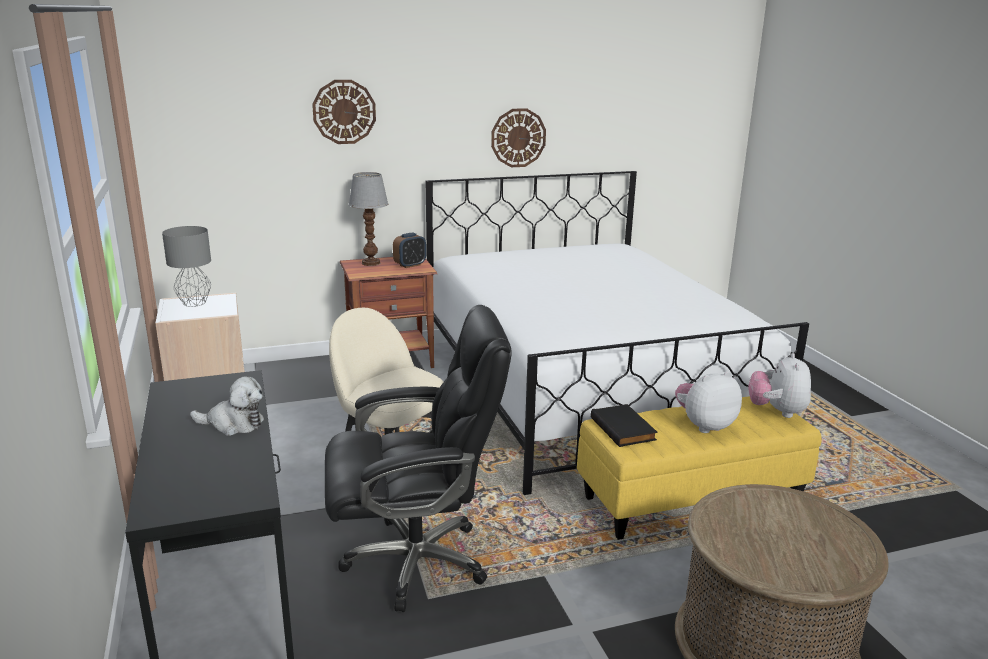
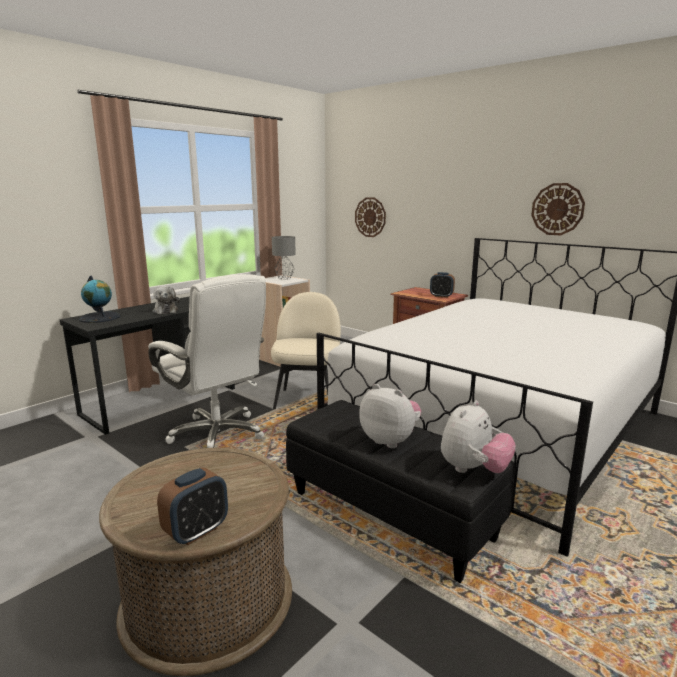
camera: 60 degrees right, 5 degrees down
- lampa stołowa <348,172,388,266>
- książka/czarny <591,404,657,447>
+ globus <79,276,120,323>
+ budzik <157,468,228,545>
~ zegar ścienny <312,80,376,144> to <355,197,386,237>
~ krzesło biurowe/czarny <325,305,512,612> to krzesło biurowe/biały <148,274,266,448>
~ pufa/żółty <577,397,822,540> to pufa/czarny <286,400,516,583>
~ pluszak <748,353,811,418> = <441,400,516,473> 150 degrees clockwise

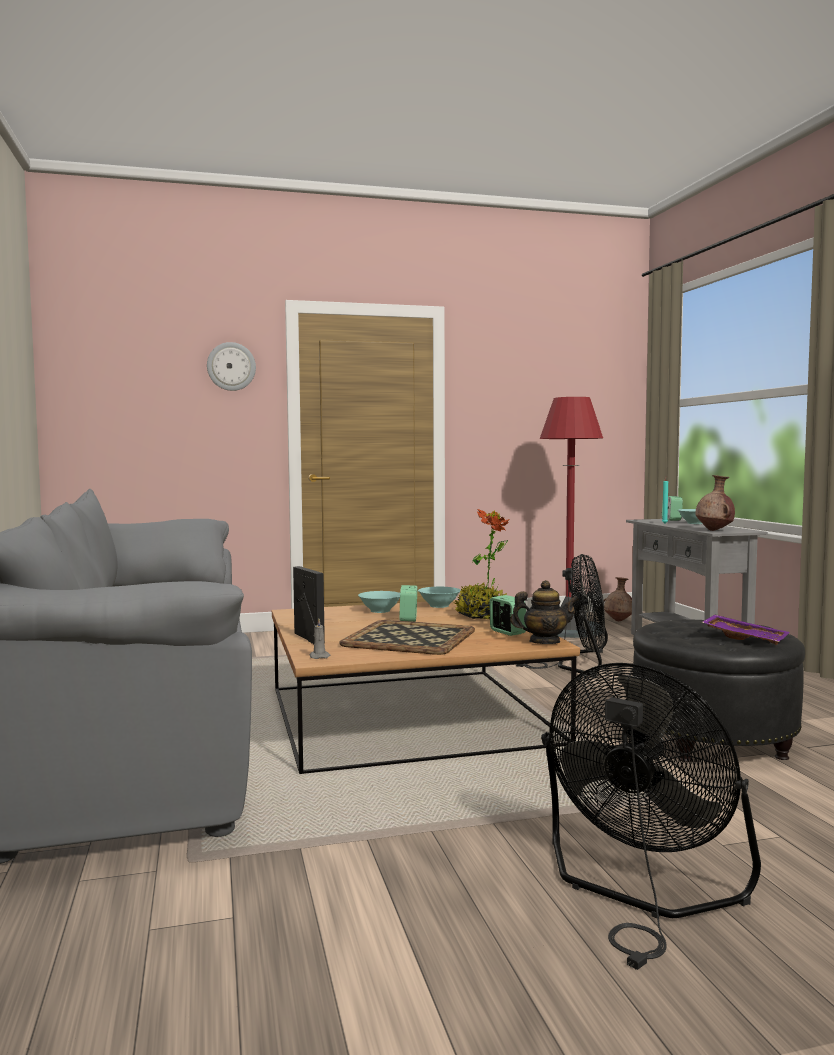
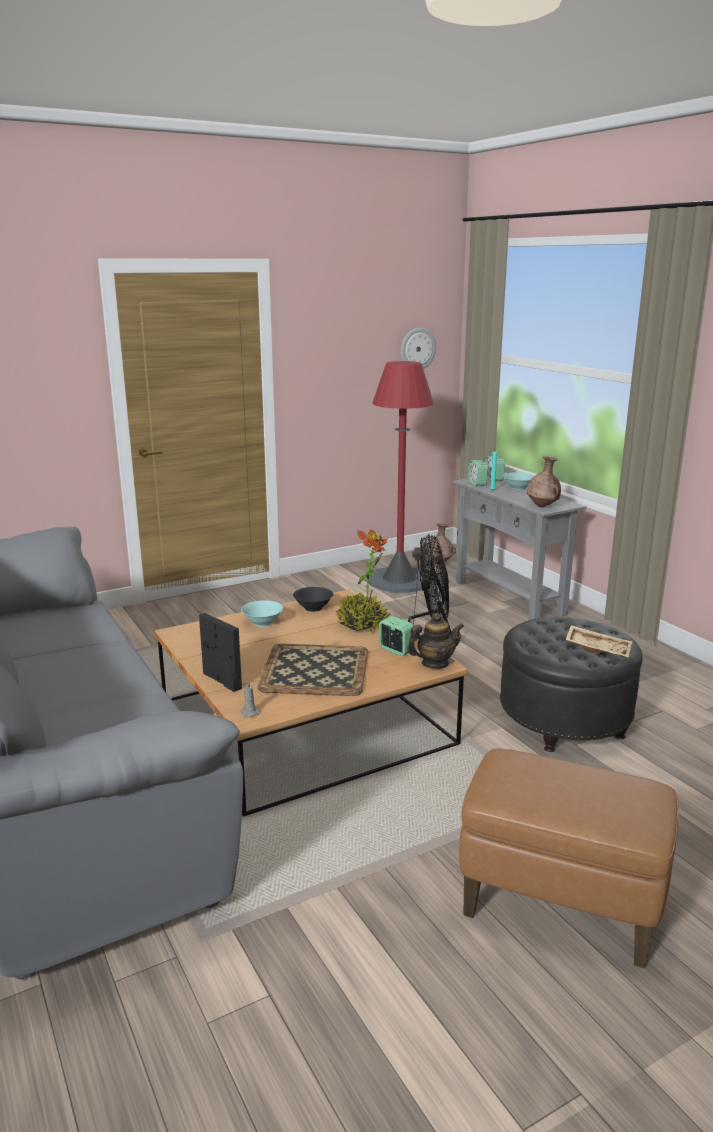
camera: 15 degrees left, 15 degrees up
~ zegar ścienny <207,342,256,391> to <401,327,436,369>
~ budzik <399,585,418,622> to <468,460,488,486>
~ wentylator/czarny <541,663,761,970> to pufa/brązowy <459,749,678,968>
~ miska/turkusowy <418,587,460,608> to miska/czarny <293,587,333,612>
~ taca/fioletowy <702,615,790,645> to taca/beżowy <565,625,632,658>

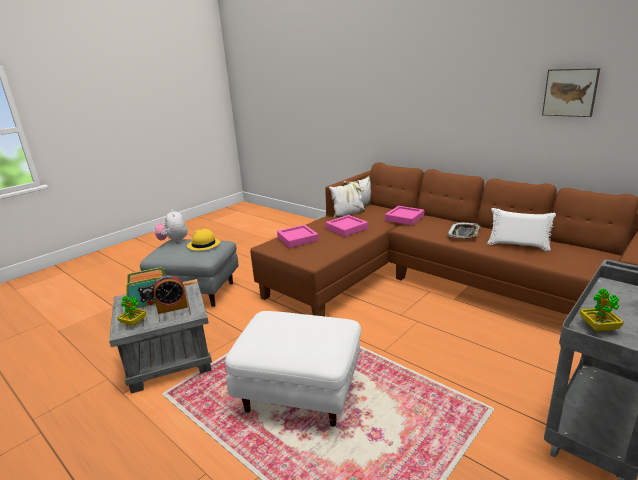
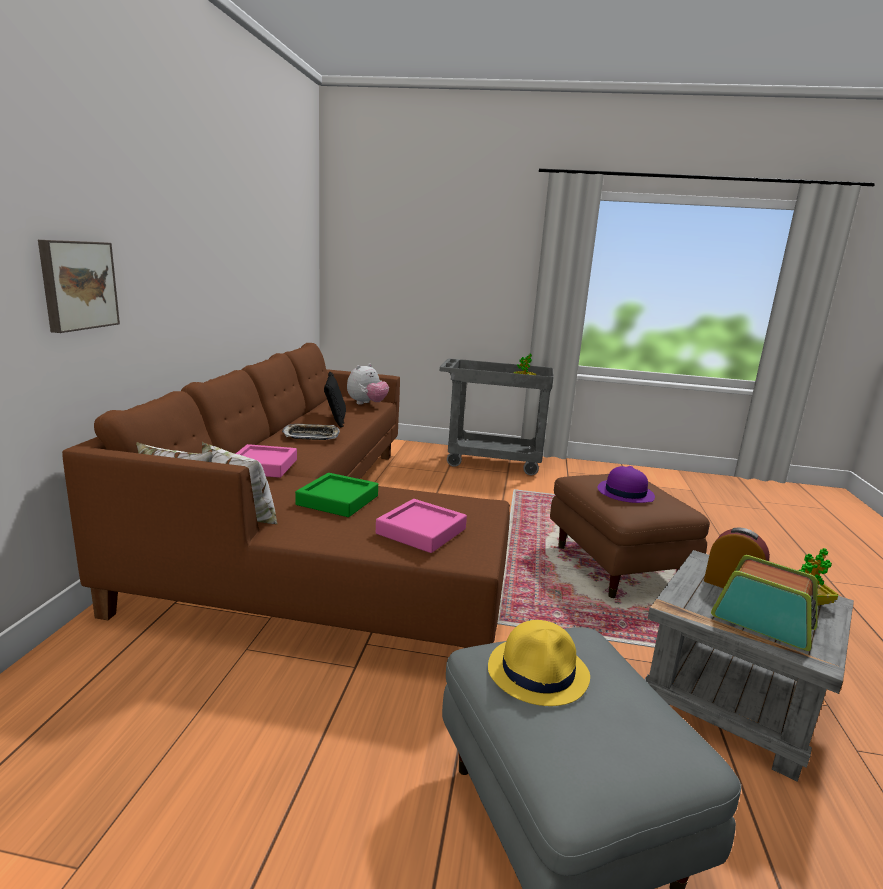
camera: 125 degrees left, 5 degrees down
+ kapelusz/fioletowy <597,466,655,503>
~ pluszak <155,209,188,242> to <347,364,389,405>
~ obraz <542,68,600,117> to <38,240,120,333>
~ pufa/biały <225,311,361,427> to pufa/brązowy <550,474,710,598>
~ taca/różowy <326,215,368,237> to taca/zielony <295,473,378,517>
~ poduszka/biały <487,208,556,251> to poduszka/czarny <324,372,346,428>

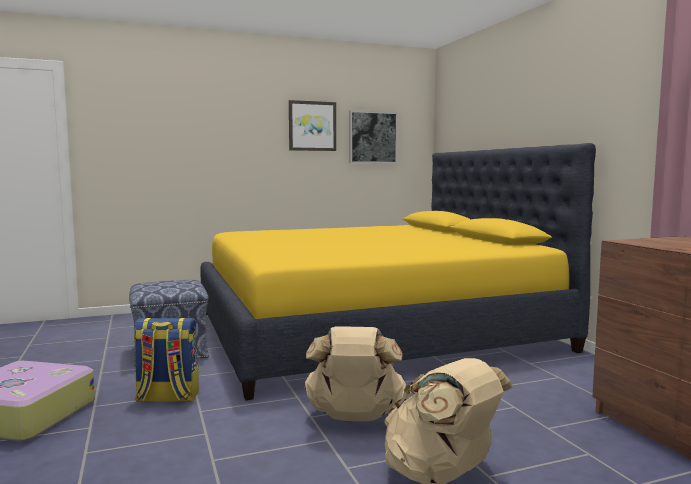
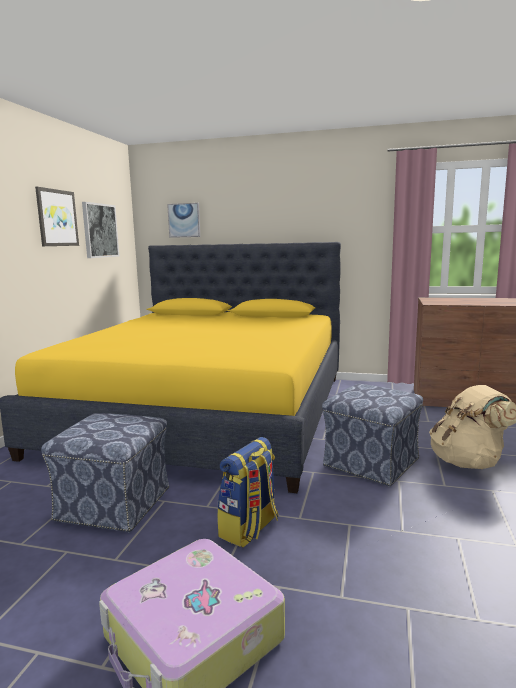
camera: 55 degrees left, 5 degrees up
+ obraz <167,203,200,238>
~ plecak/beżowy <304,326,406,421> to pufa <322,384,423,487>

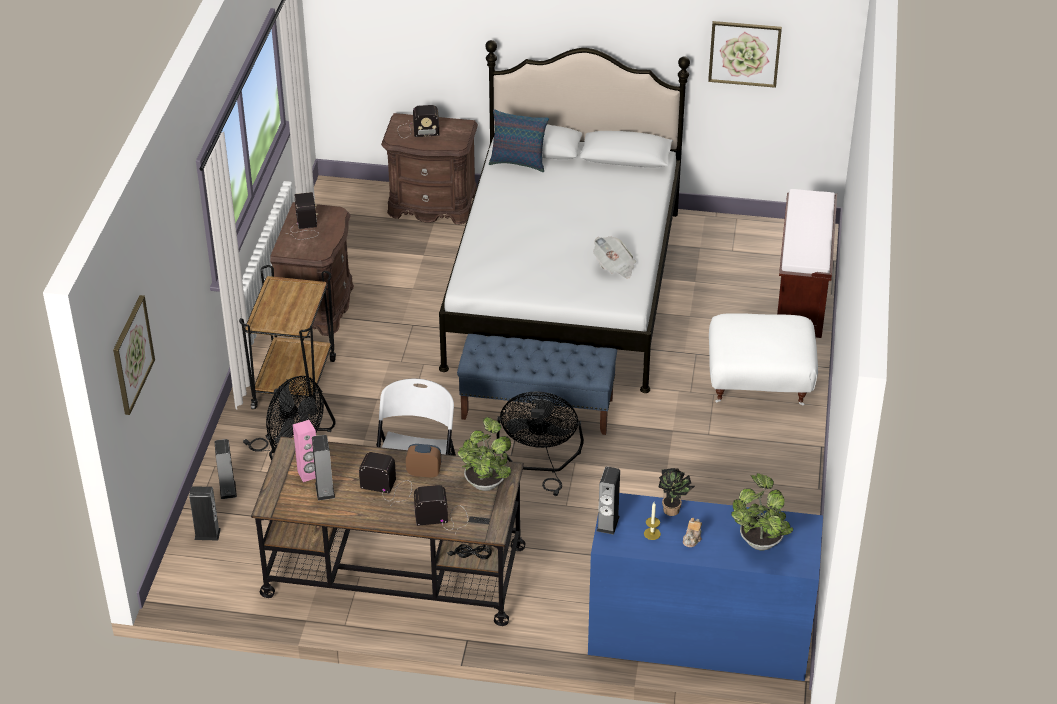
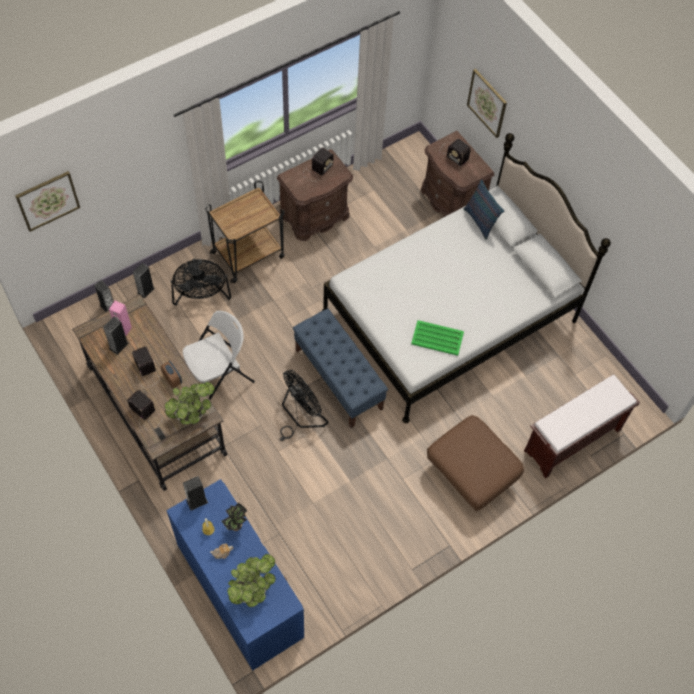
camera: 45 degrees right, 20 degrees up
~ obraz <708,21,782,88> to <467,69,507,138>
~ gazeta <593,236,636,279> to taca/zielony <411,320,464,356>
~ pufa/biały <709,313,818,405> to pufa/brązowy <427,415,524,511>

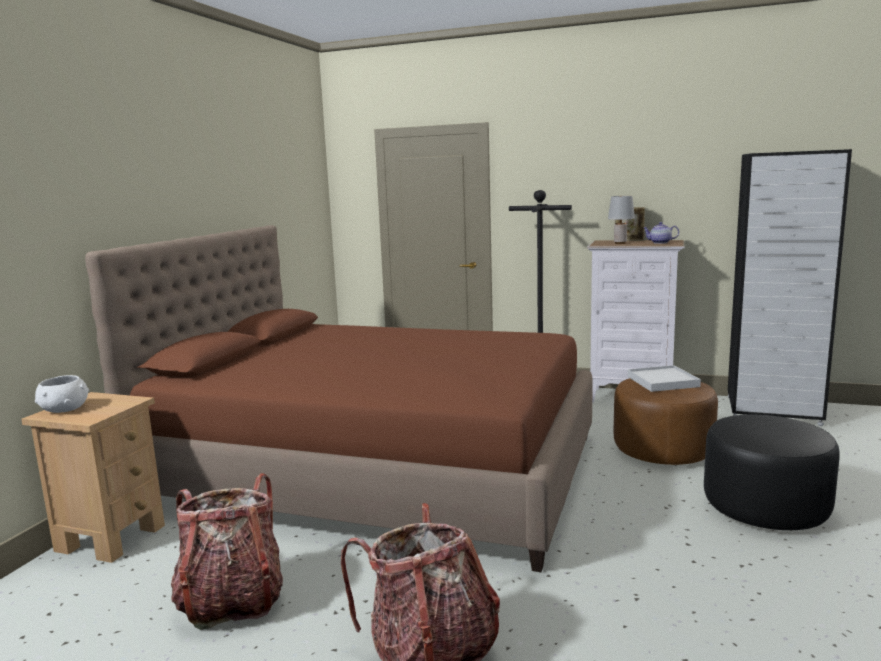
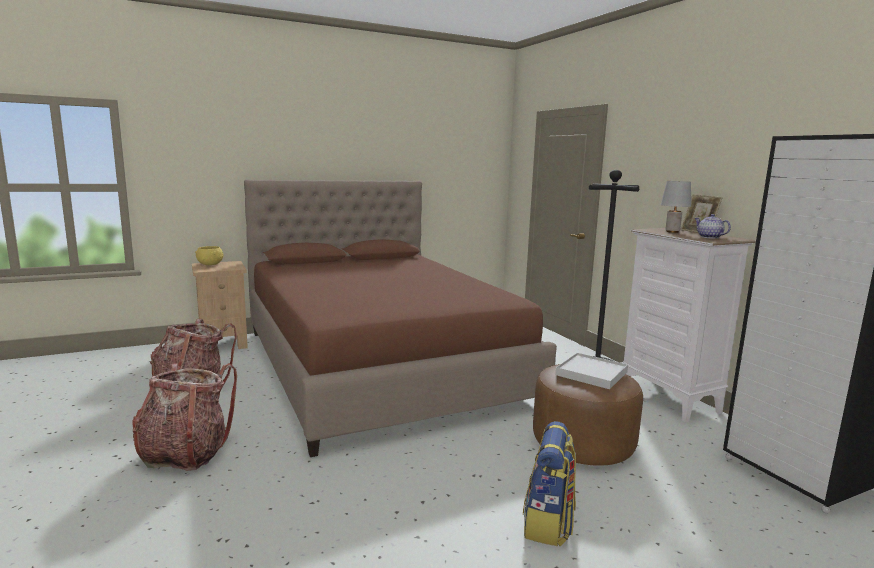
camera: 45 degrees right, 0 degrees up
~ pufa/czarny <704,415,840,530> to plecak <523,421,576,546>
~ miska/biały <35,375,89,413> to miska/żółty <195,246,223,265>

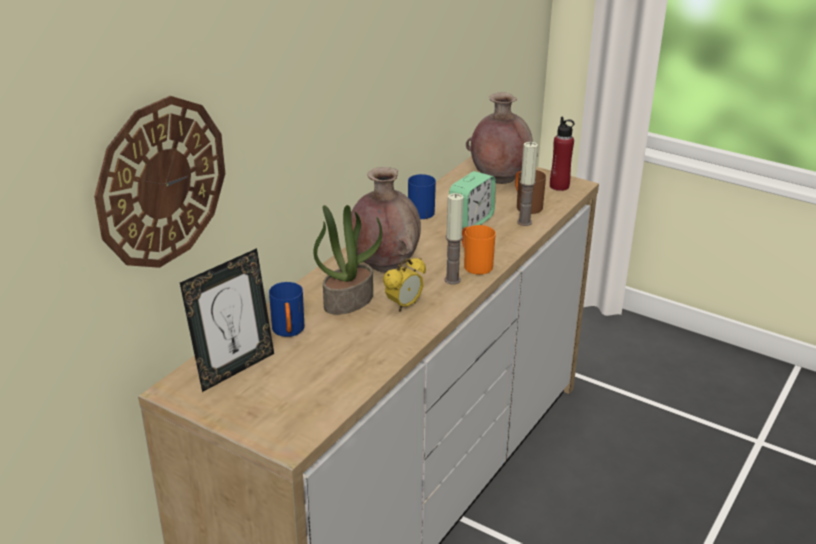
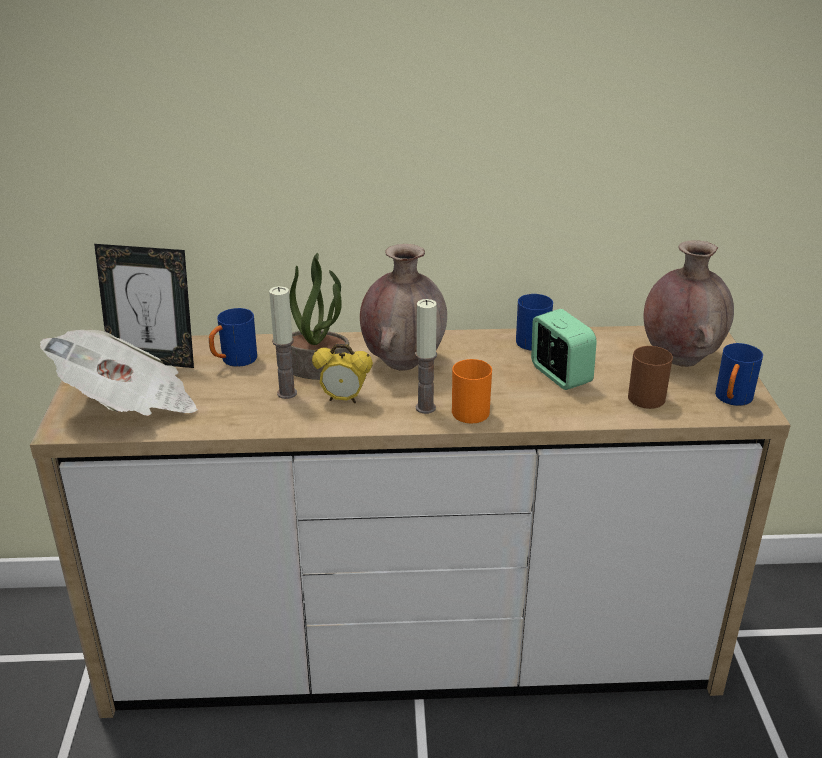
camera: 55 degrees right, 0 degrees up
- zegar ścienny <94,96,225,268>
+ gazeta <40,330,198,416>
~ świeca <517,142,538,226> to <269,286,297,399>
~ butelka/czerwony <550,117,574,191> to kubek/niebieski <715,343,763,406>
~ budzik <449,171,496,229> = <531,309,597,390> 120 degrees counterclockwise

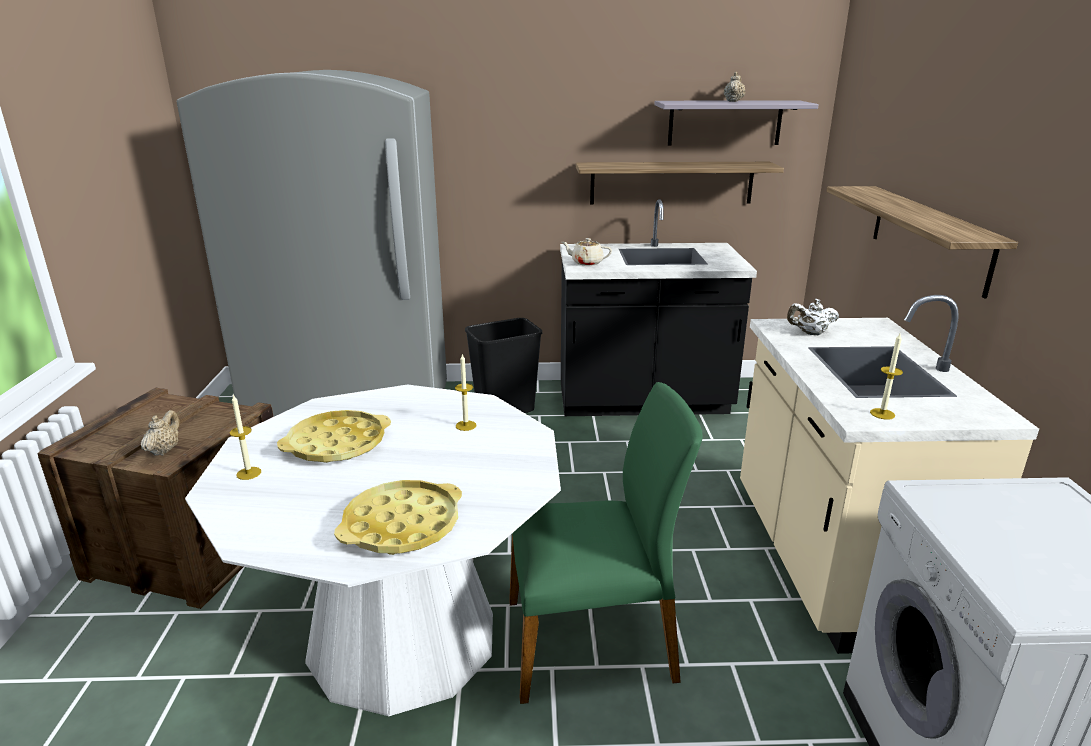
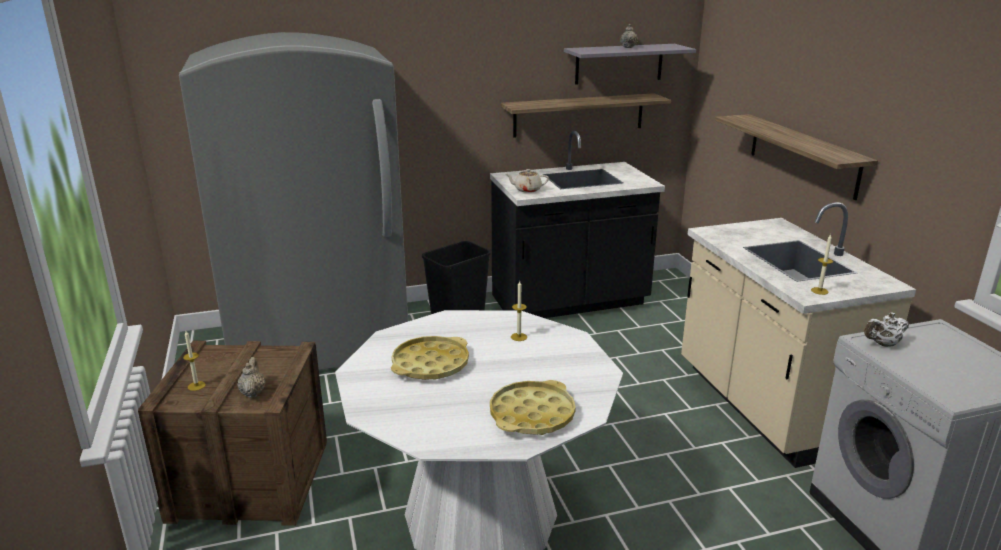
camera: 15 degrees left, 0 degrees up
- krzesło/zielony <509,382,703,704>
~ świeca <230,394,261,480> to <183,331,206,391>
~ imbryk/biały <787,299,839,335> to <864,312,909,347>

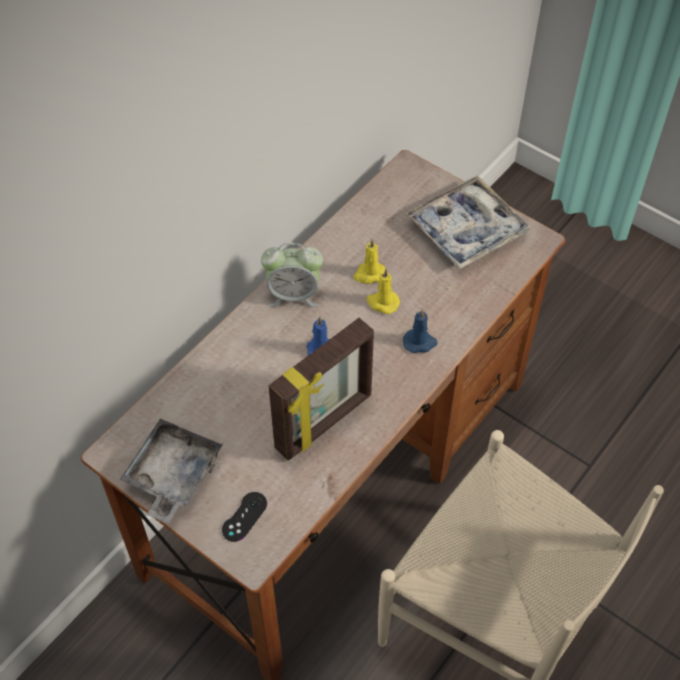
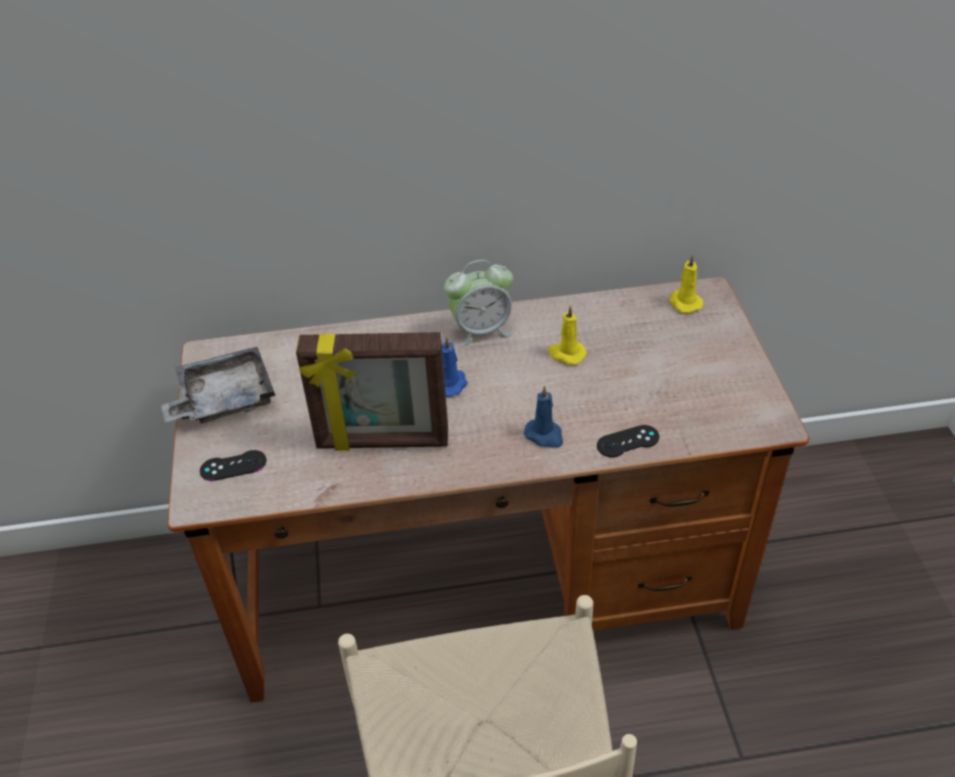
camera: 45 degrees right, 10 degrees down
- taca <406,175,530,270>
+ pad do gier/czarny <597,425,659,457>
~ świeca/żółty <367,268,400,314> to <669,254,703,313>
~ budzik <261,243,323,307> = <444,260,513,347> 60 degrees counterclockwise

